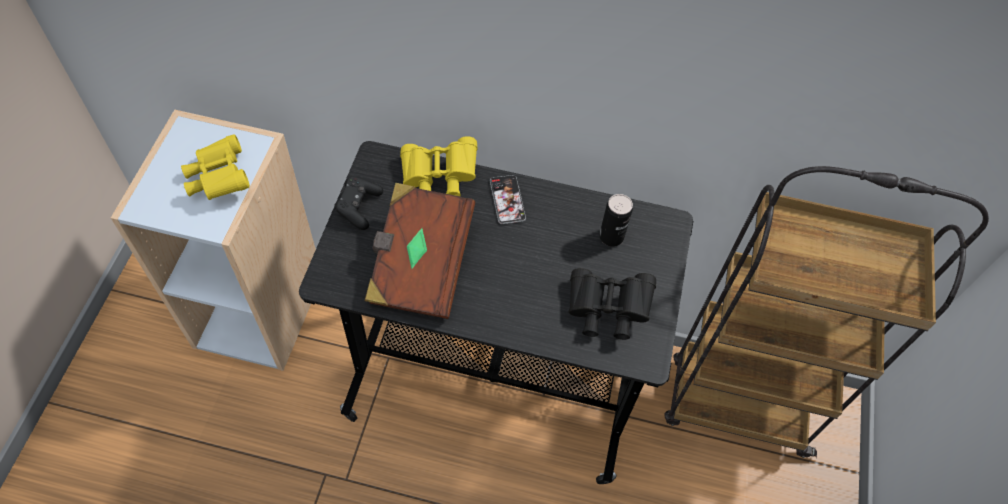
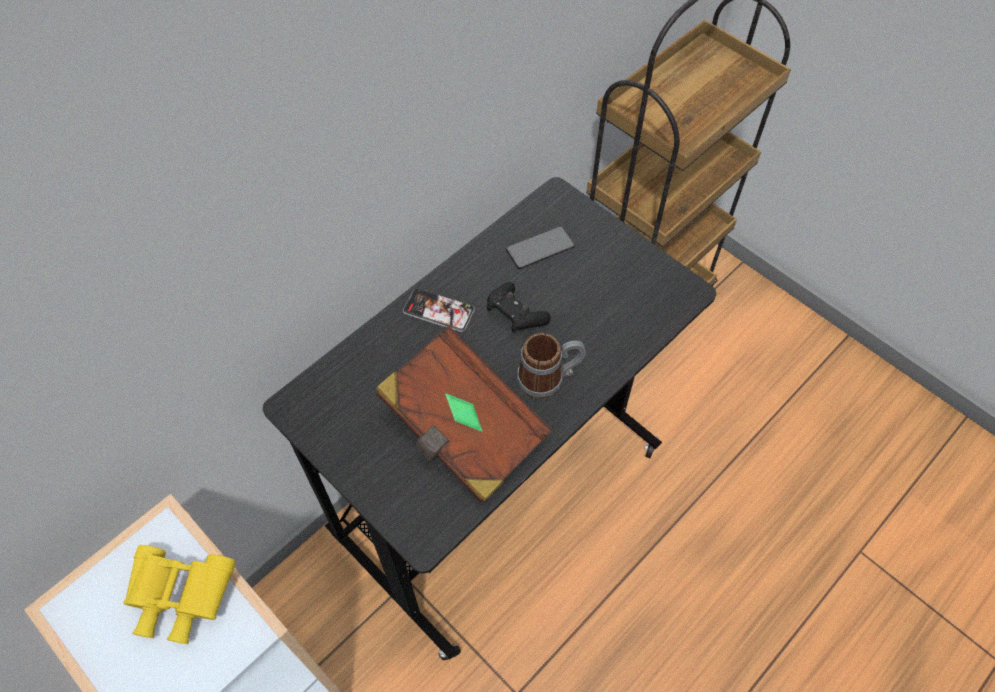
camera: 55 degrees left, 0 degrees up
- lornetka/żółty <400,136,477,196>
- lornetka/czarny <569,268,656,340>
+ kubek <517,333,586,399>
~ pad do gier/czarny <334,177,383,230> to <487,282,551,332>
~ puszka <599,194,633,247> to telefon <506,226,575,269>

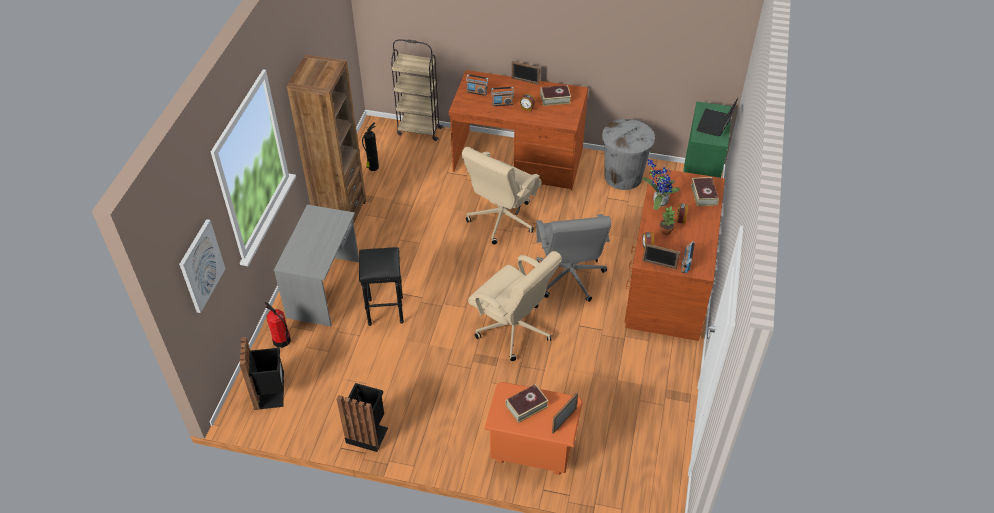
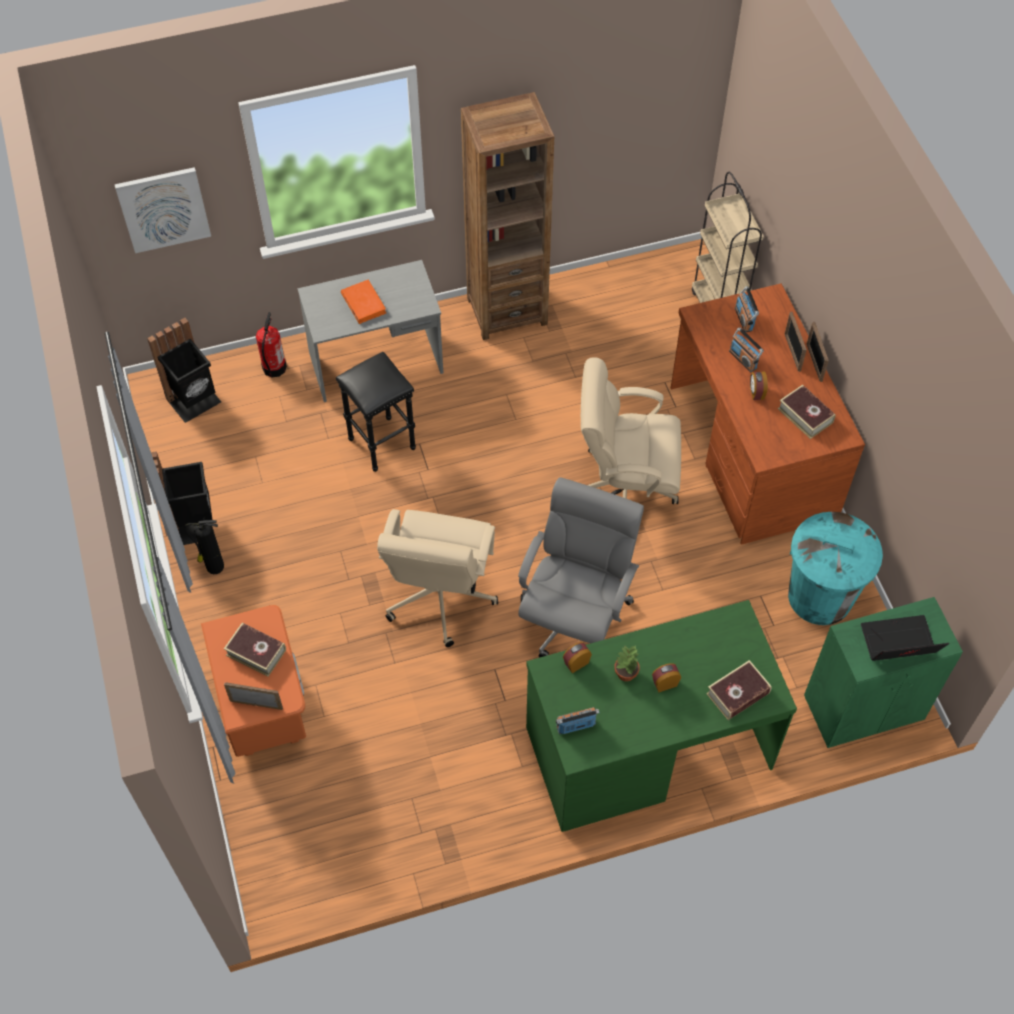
camera: 60 degrees right, 10 degrees up
- roślina doniczkowa <642,159,680,210>
+ książka/pomarańczowy <341,280,386,324>
~ gaśnica <362,122,379,171> to <184,519,224,574>
~ ramka na zdjęcie <642,243,680,269> to <785,312,807,372>
~ kosz na śmieci/szary <602,119,655,190> to kosz na śmieci/turkusowy <788,512,883,625>
~ biurko/brązowy <624,167,725,341> to biurko/zielony <526,600,797,832>
~ krzesło biurowe/szary <536,214,611,302> = <518,477,644,657> 150 degrees clockwise

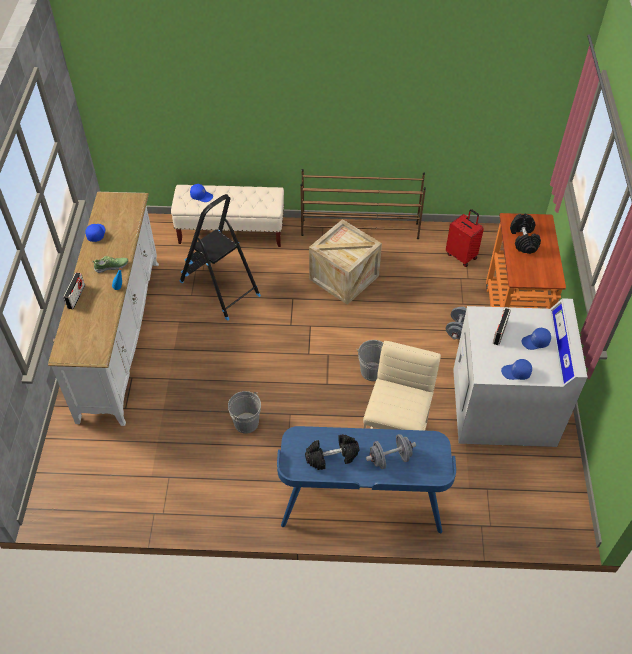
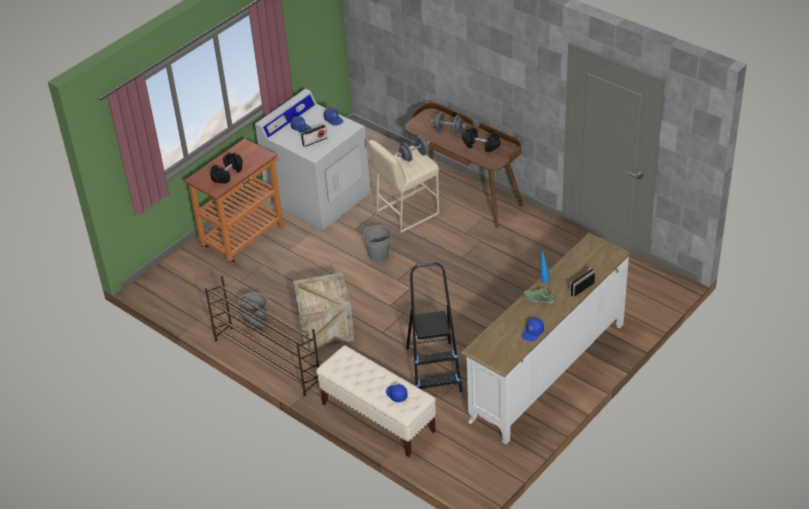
camera: 140 degrees left, 10 degrees down
- walizka/czerwony <446,209,484,267>
~ wiadro/szary <228,391,261,434> to <236,292,268,331>
~ hantel/szary <446,307,467,339> to <397,136,430,162>
~ biurko/niebieski <277,426,456,533> to biurko/brązowy <405,102,523,228>

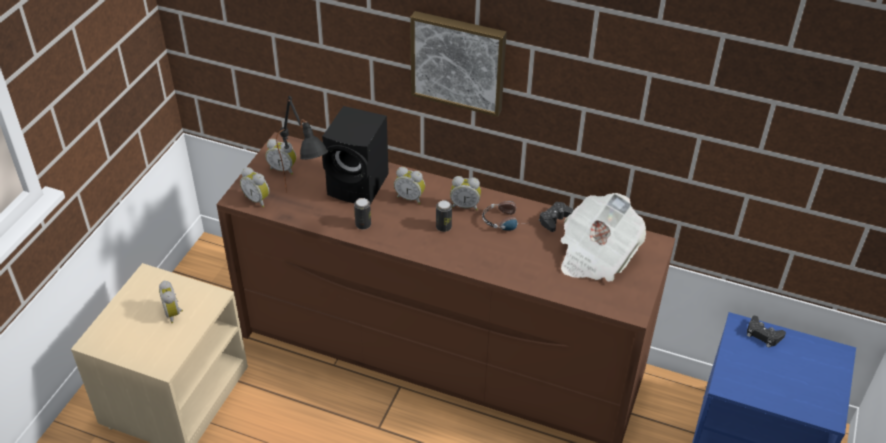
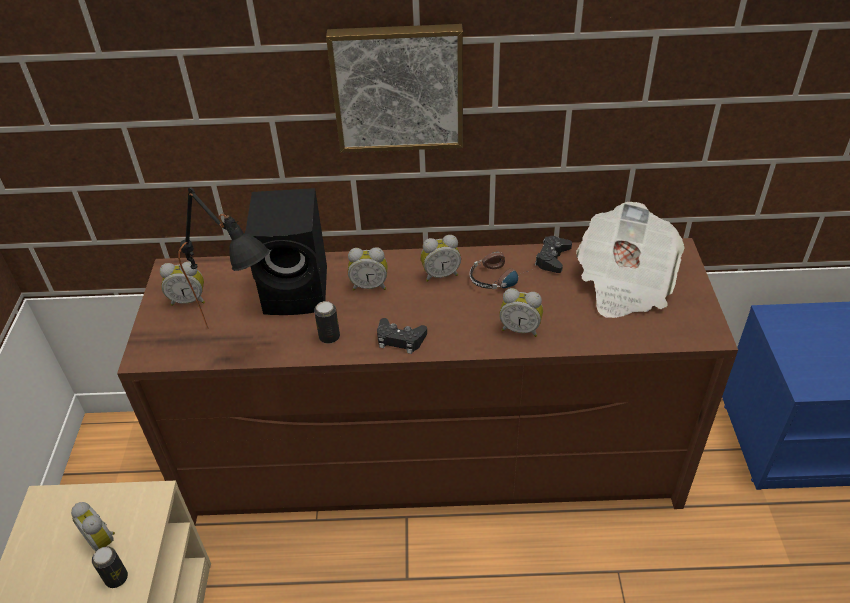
camera: 20 degrees left, 0 degrees up
~ budzik <240,167,270,207> to <499,288,543,337>
~ puszka <436,200,452,232> to <92,546,128,588>
~ pad do gier/czarny <747,316,786,348> to <377,318,427,354>

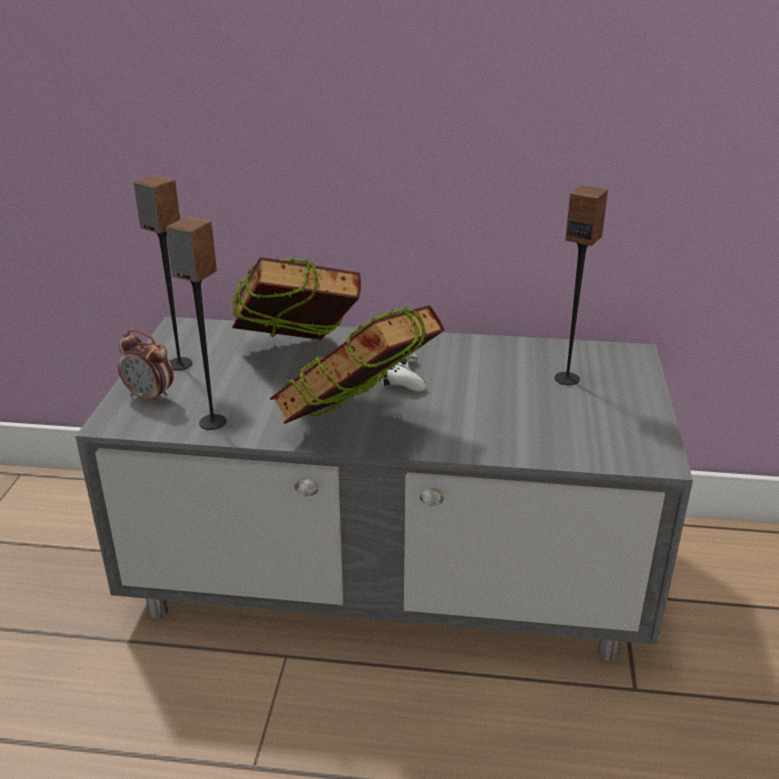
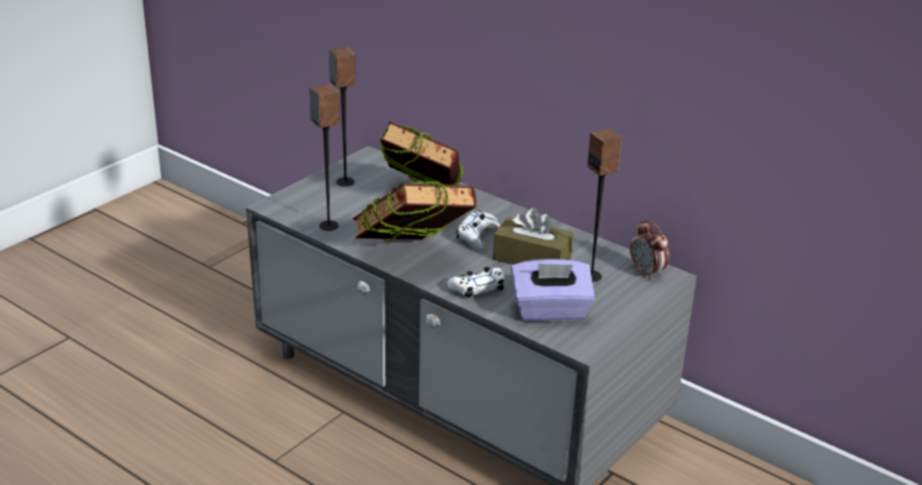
camera: 30 degrees right, 0 degrees up
+ pad do gier/biały <448,267,504,298>
+ pudełko chusteczek/brązowy <493,207,573,265>
+ pudełko chusteczek/fioletowy <511,259,595,321>
~ budzik <118,330,174,405> to <630,220,669,280>

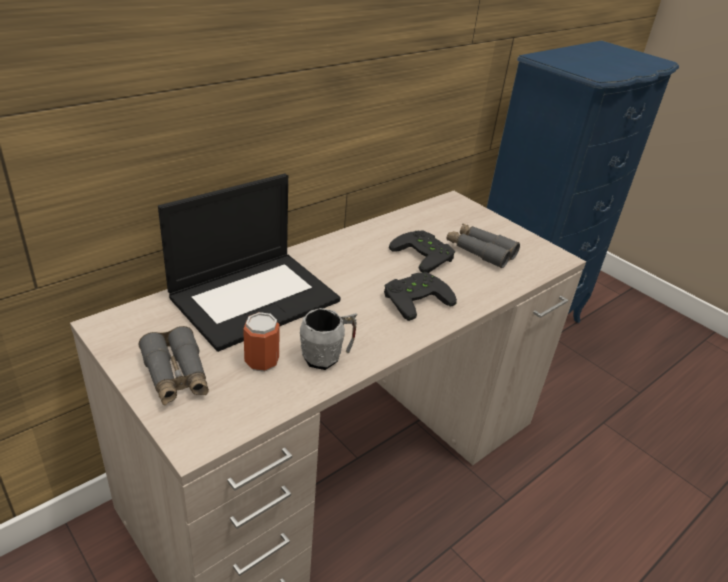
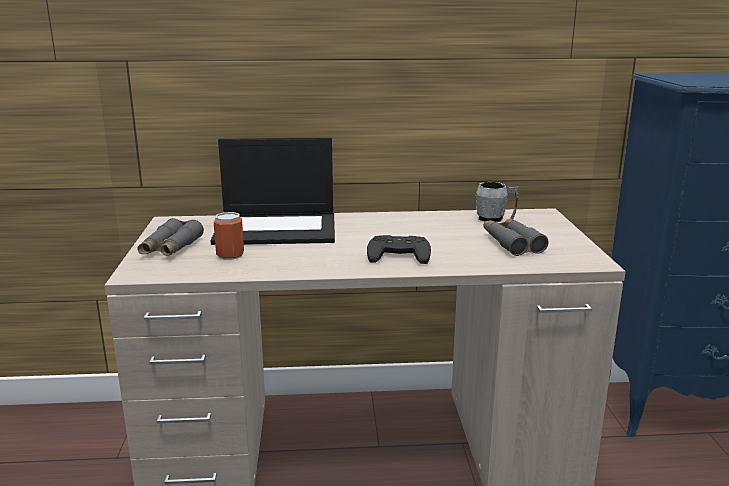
camera: 40 degrees right, 15 degrees down
- pad do gier/czarny <389,230,455,273>
~ kubek/szary <300,308,358,370> to <476,182,518,222>

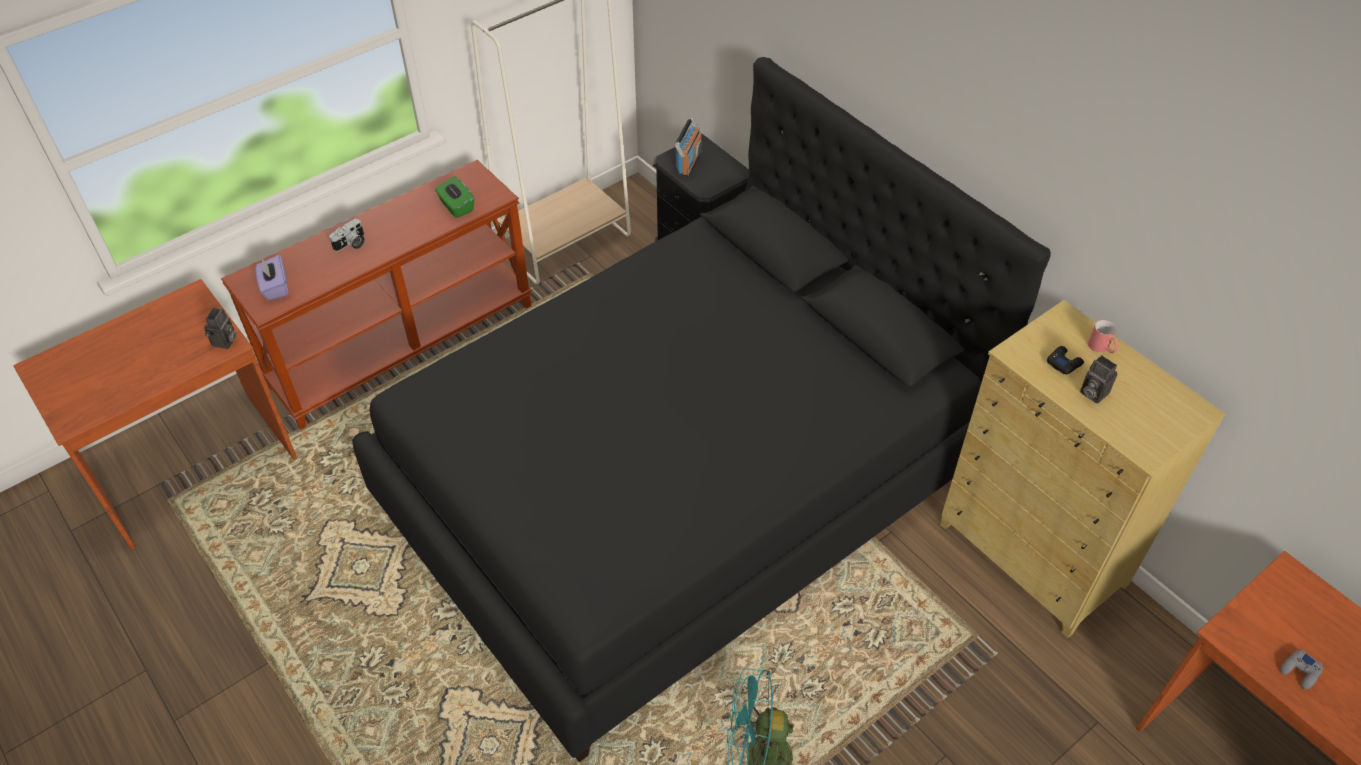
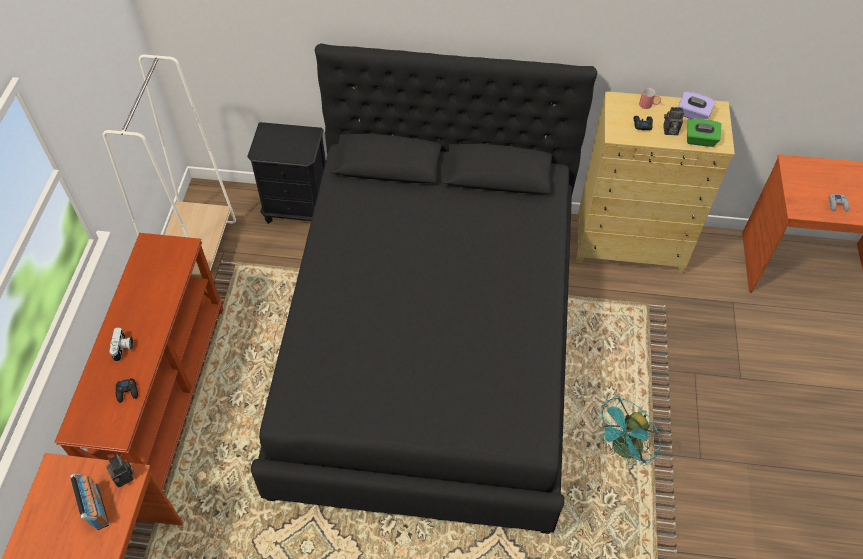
camera: 45 degrees left, 5 degrees up
+ pad do gier/czarny <116,378,138,403>
~ pudełko chusteczek/fioletowy <255,255,289,300> to <678,92,716,119>
~ pudełko chusteczek/zielony <435,176,474,218> to <687,119,722,147>
~ radio <675,117,702,177> to <70,473,109,530>

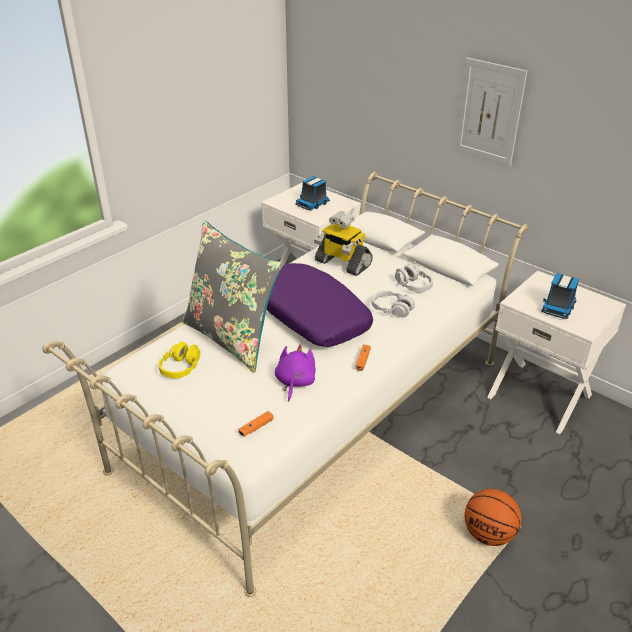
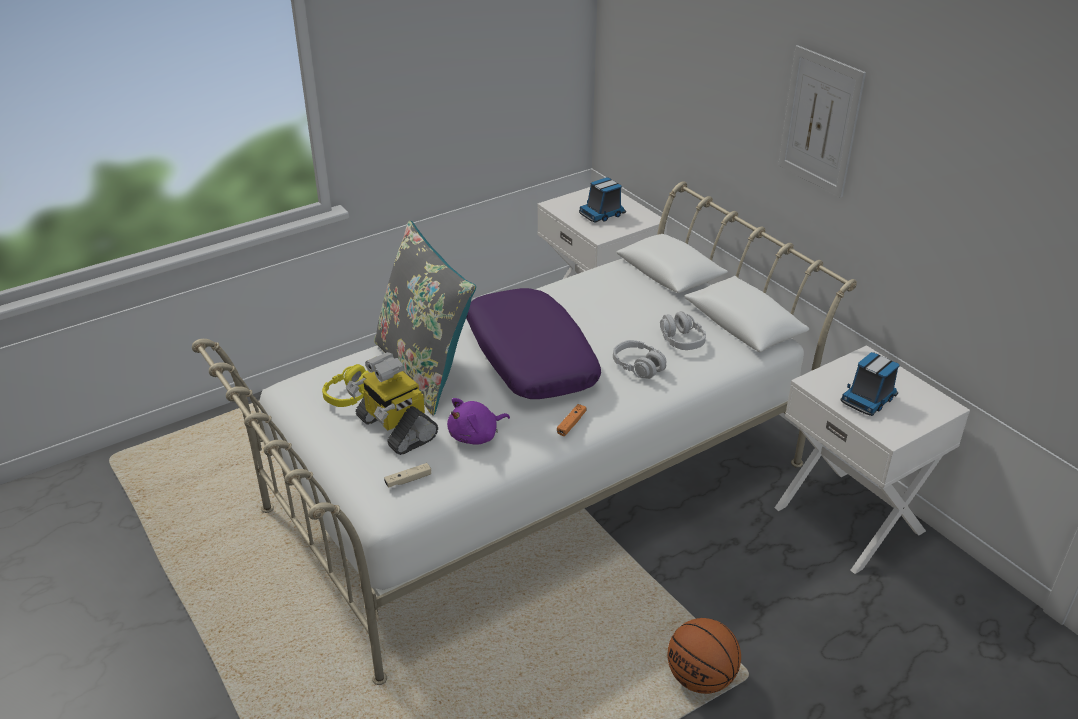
camera: 15 degrees right, 0 degrees up
~ robot zabawkowy <314,211,373,276> to <346,352,438,455>
~ pad do gier/pomarańczowy <239,411,274,437> to pad do gier/beżowy <384,463,431,487>
~ pluszak/fioletowy <275,344,316,402> = <447,398,510,445> 150 degrees counterclockwise

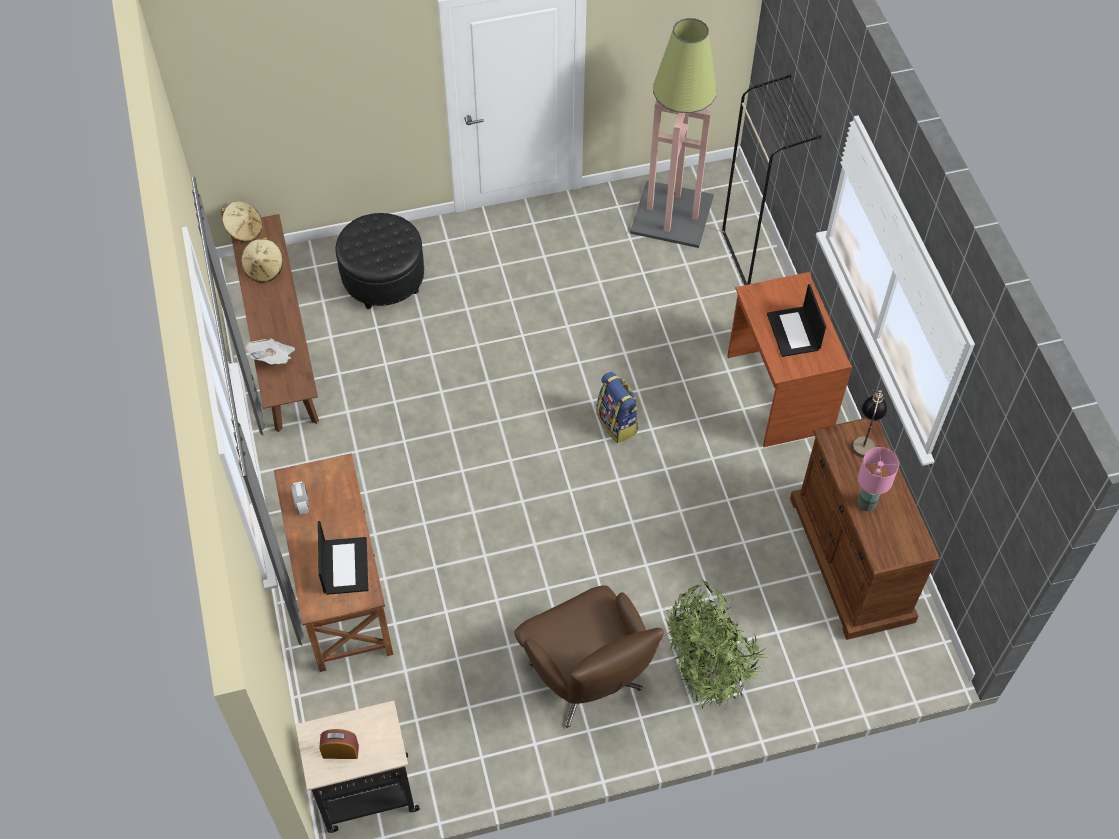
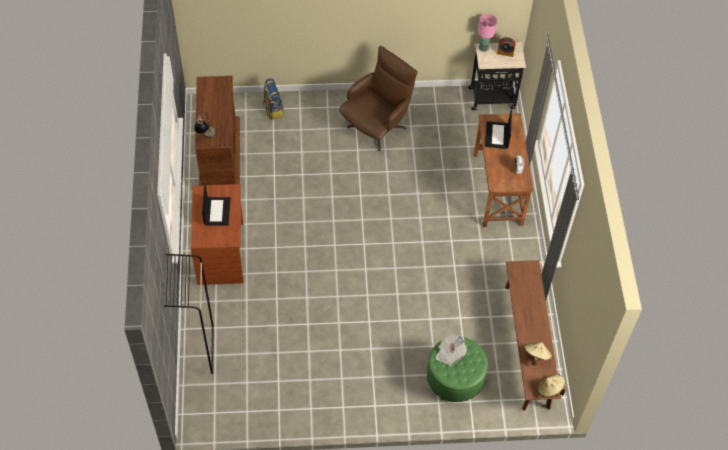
camera: 170 degrees left, 0 degrees up
- lampa stojąca <630,18,717,248>
- roślina doniczkowa <665,580,769,708>
~ gazeta <246,339,295,364> to <436,334,467,366>
~ plecak <596,372,639,443> to <263,78,284,120>
~ lampa stołowa/różowy <858,447,899,511> to <478,14,497,52>
~ pufa/czarny <335,213,424,309> to pufa/zielony <427,337,488,402>
~ fotel/brązowy <514,585,664,728> = <339,46,418,151> 60 degrees clockwise

